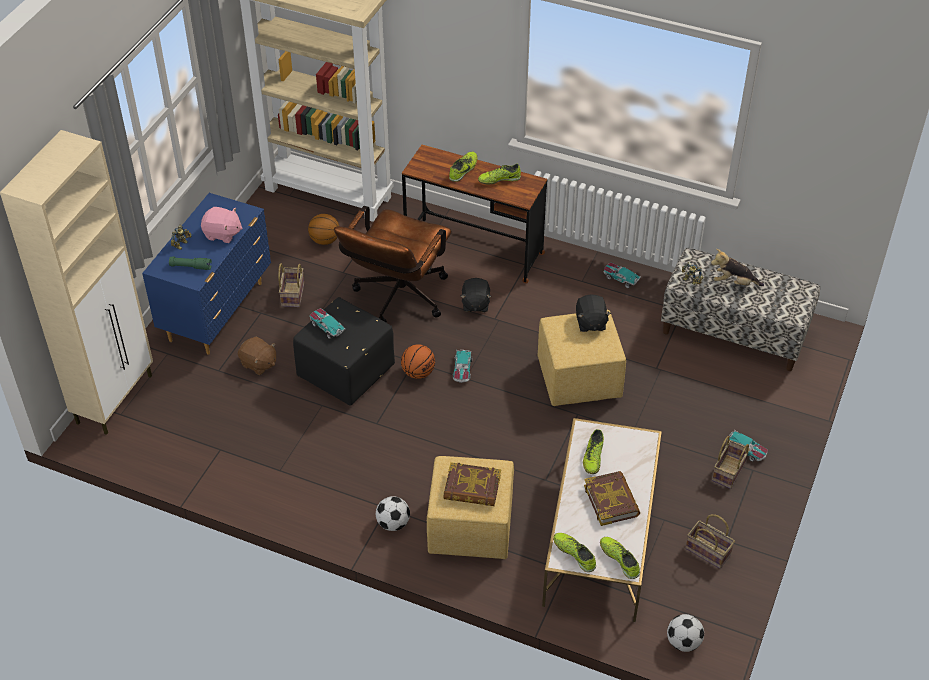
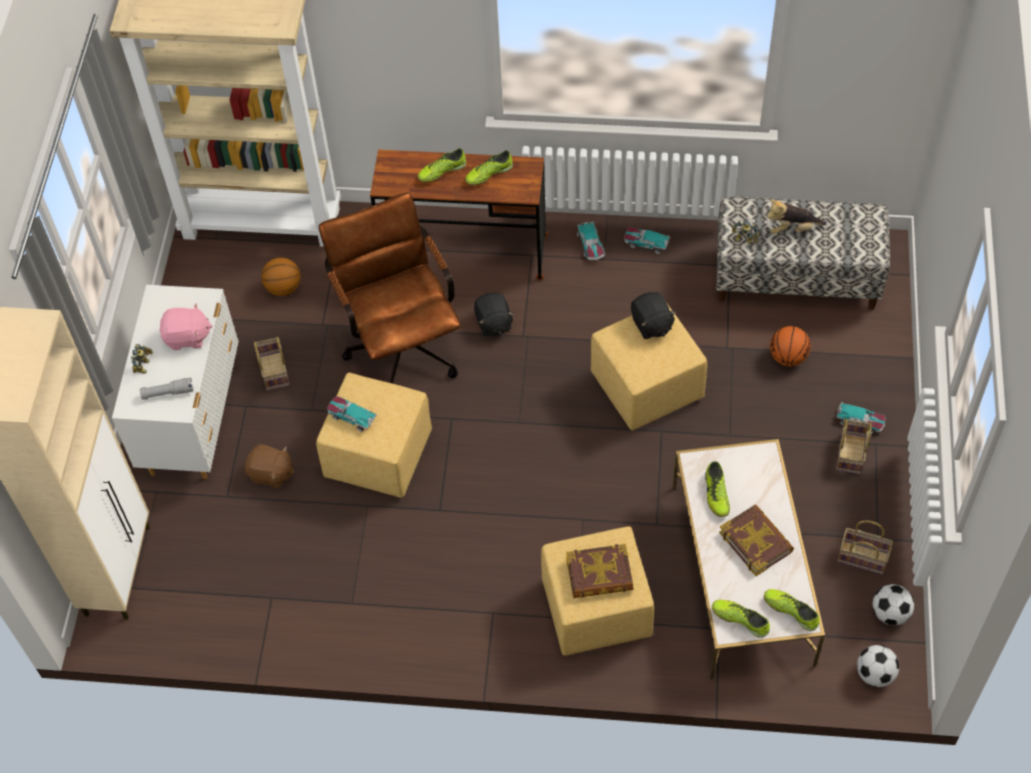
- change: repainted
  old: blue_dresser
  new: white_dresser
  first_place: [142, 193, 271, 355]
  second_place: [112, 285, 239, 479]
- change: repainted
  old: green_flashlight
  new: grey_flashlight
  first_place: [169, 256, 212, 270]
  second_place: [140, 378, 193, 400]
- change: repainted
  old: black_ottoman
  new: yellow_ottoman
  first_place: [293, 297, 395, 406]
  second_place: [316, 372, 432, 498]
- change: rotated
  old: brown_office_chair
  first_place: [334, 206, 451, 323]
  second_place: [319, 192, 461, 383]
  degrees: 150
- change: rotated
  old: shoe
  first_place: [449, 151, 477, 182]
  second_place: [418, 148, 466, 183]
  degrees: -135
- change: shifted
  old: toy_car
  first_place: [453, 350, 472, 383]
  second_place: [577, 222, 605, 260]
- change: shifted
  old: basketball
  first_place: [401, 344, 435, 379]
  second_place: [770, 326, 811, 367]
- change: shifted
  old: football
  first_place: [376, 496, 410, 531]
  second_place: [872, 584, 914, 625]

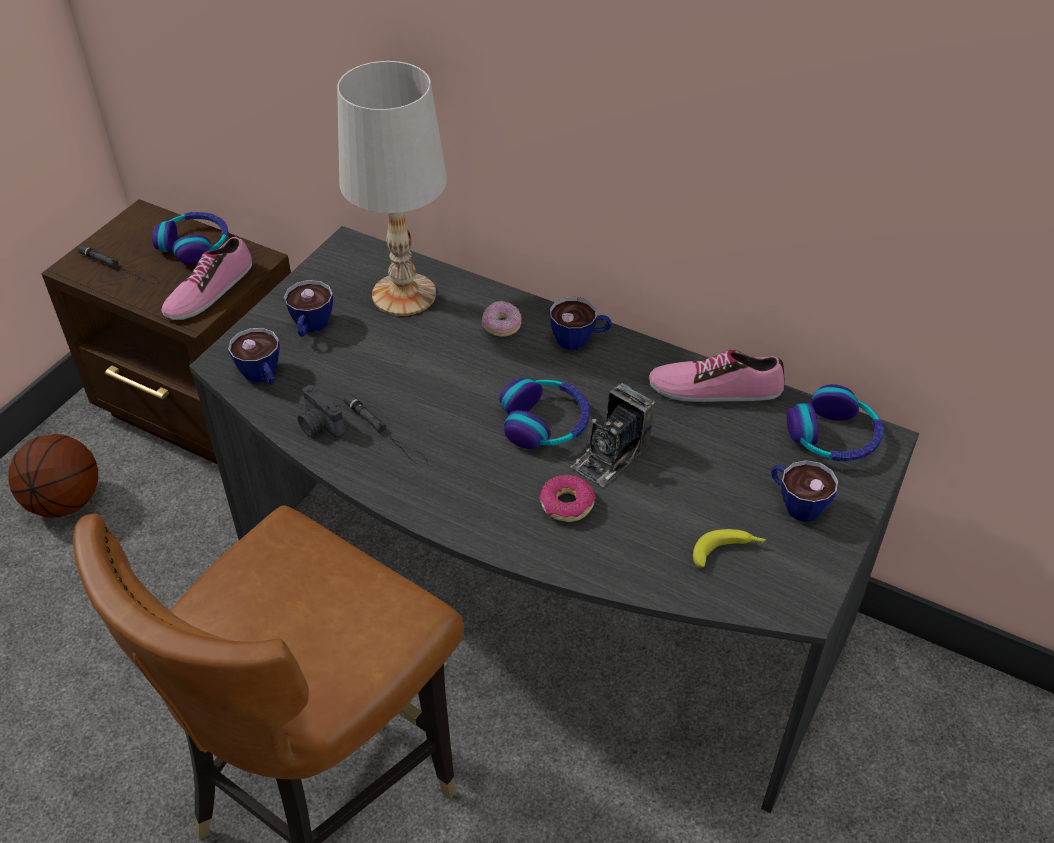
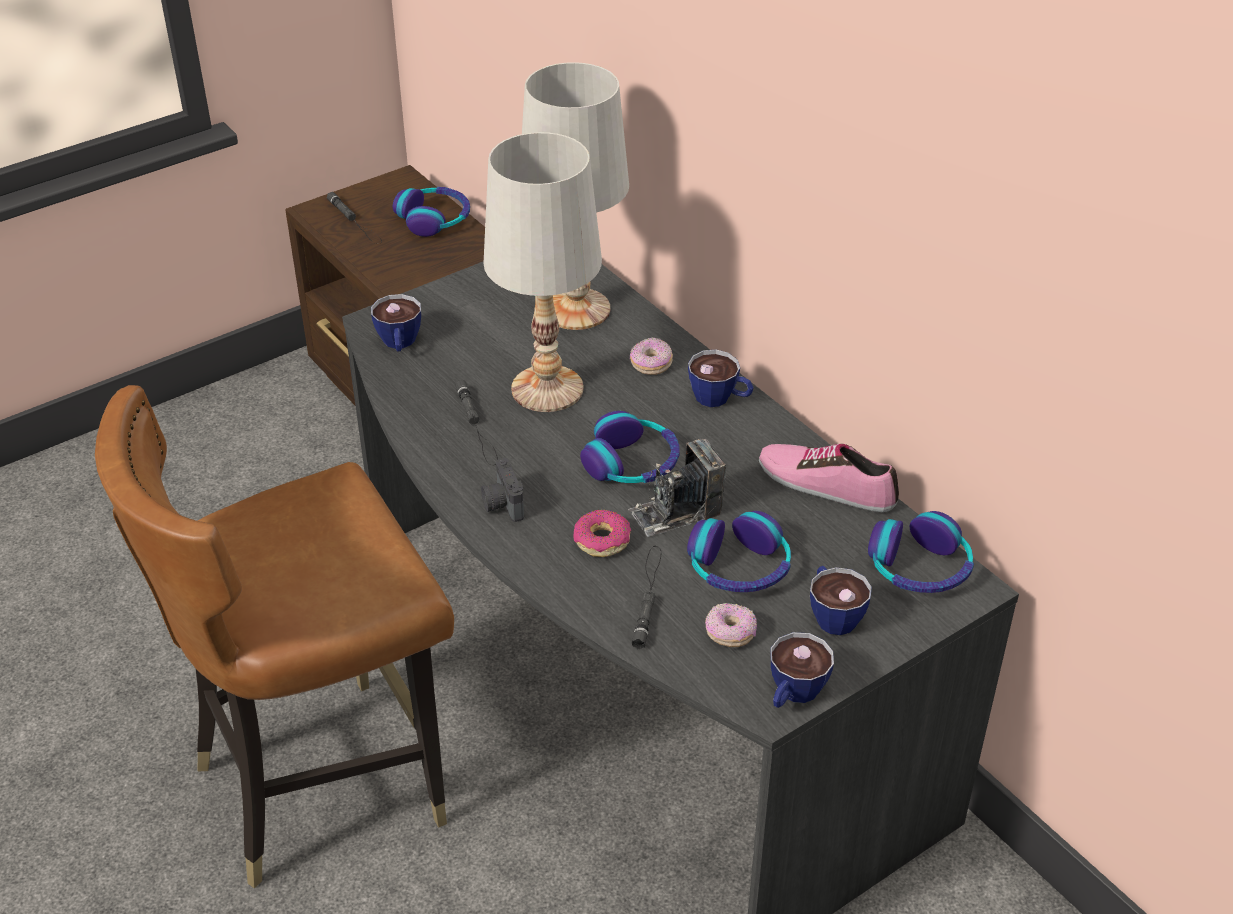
- change: shifted
  old: photo_camera
  first_place: [297, 385, 345, 438]
  second_place: [481, 458, 524, 522]
- change: new
  new: white_table_lamp
  second_place: [484, 132, 602, 412]
- change: new
  new: black_flashlight
  second_place: [632, 546, 661, 649]
- change: new
  new: headphones
  second_place: [687, 511, 791, 592]
- change: swapped
  old: banana
  new: donut
  first_place: [693, 529, 766, 568]
  second_place: [705, 603, 757, 647]
- change: shifted
  old: cup
  first_place: [284, 280, 333, 337]
  second_place: [771, 632, 834, 708]
- change: gone
  old: basketball
  first_place: [8, 434, 98, 518]
- change: gone
  old: shoe
  first_place: [162, 236, 252, 320]

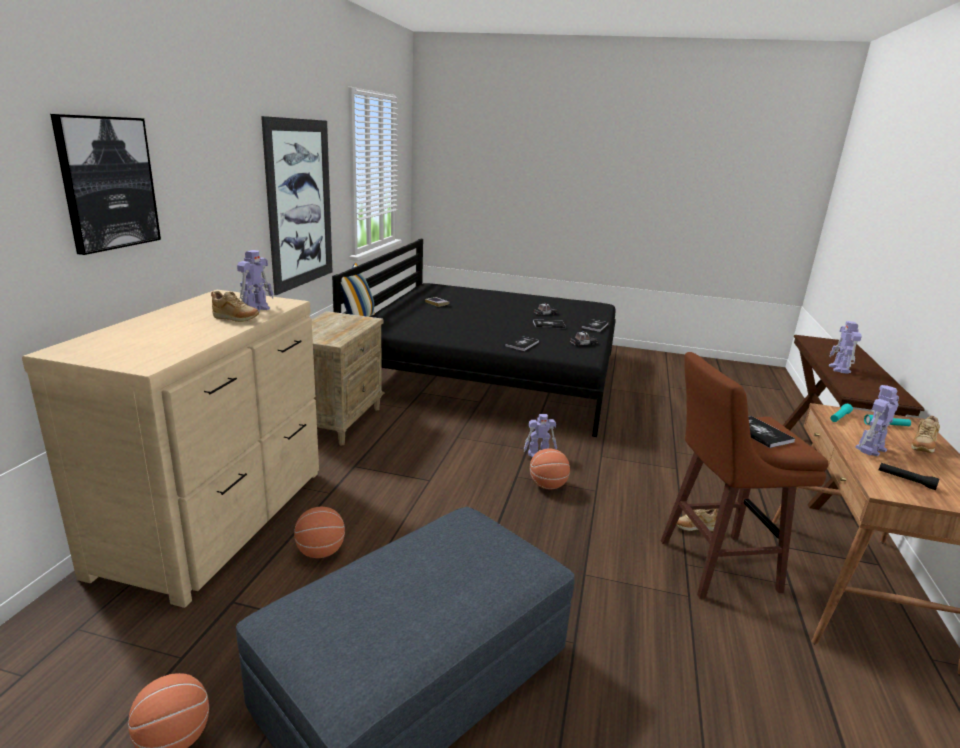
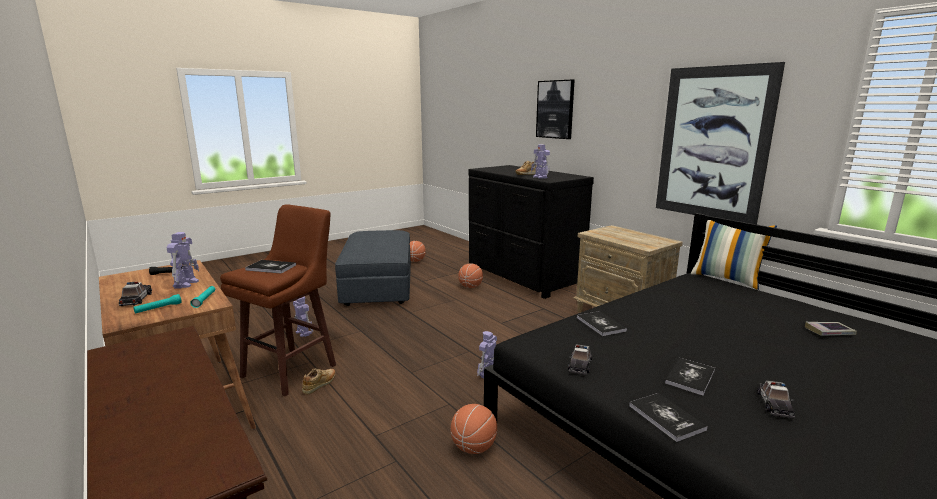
- change: swapped
  old: beige_shoe
  new: toy_car
  first_place: [911, 416, 940, 453]
  second_place: [119, 282, 152, 306]
- change: shifted
  old: toy_robot
  first_place: [829, 321, 862, 374]
  second_place: [293, 296, 313, 337]
- change: shifted
  old: basketball
  first_place: [530, 448, 570, 489]
  second_place: [451, 404, 497, 454]
- change: repainted
  old: beige_dresser
  new: black_dresser
  first_place: [22, 290, 319, 608]
  second_place: [469, 165, 594, 299]

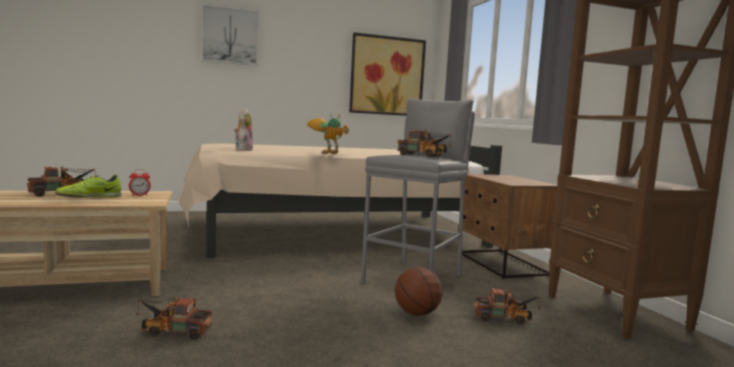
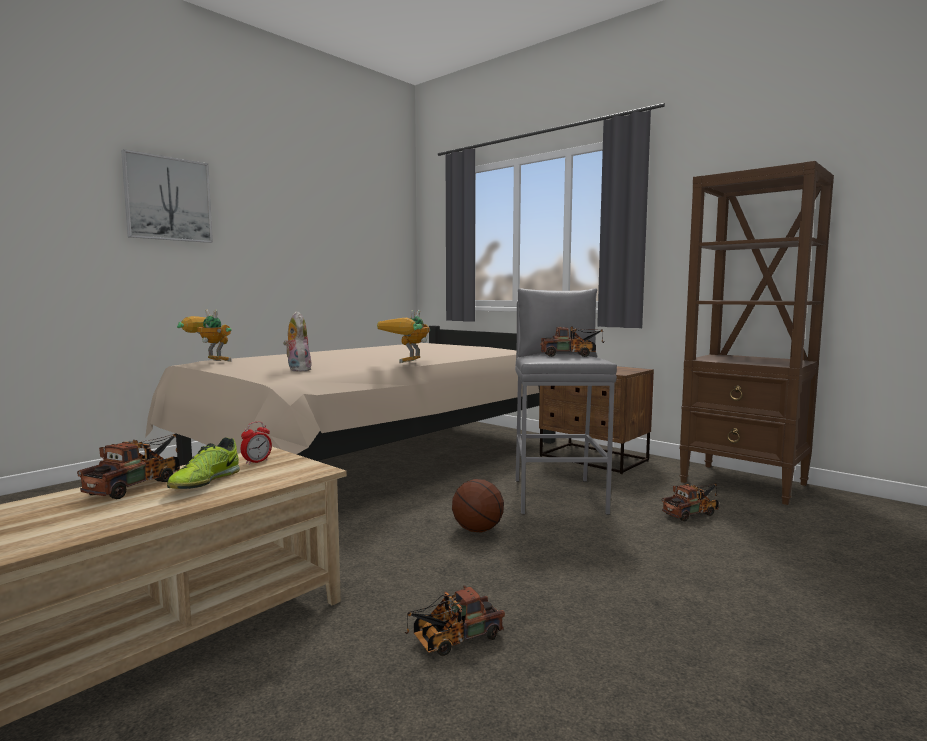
- change: new
  new: toy_robot
  second_place: [177, 309, 232, 362]
- change: shifted
  old: basketball
  first_place: [395, 267, 443, 316]
  second_place: [452, 479, 504, 533]
- change: gone
  old: picture
  first_place: [349, 32, 426, 116]

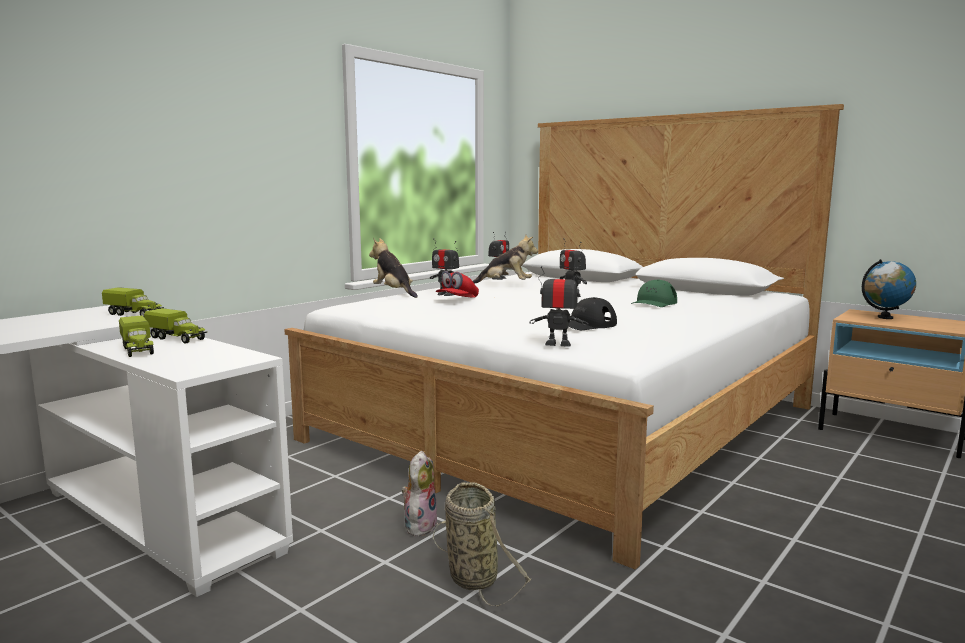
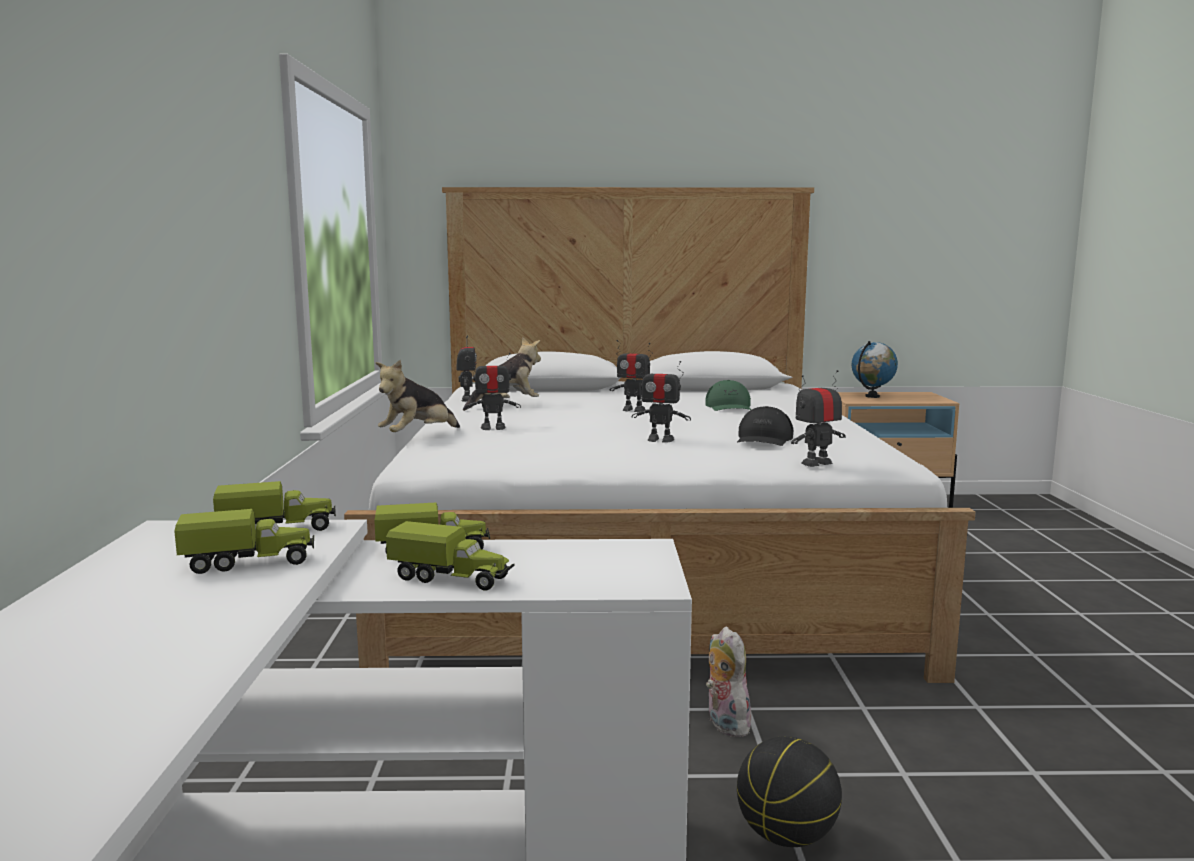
- change: new
  new: toy_truck
  second_place: [174, 509, 314, 574]
- change: rotated
  old: plush_toy
  first_place: [369, 238, 418, 298]
  second_place: [376, 360, 460, 432]
  degrees: -60
- change: new
  new: toy_robot
  second_place: [632, 358, 691, 443]
- change: new
  new: basketball
  second_place: [737, 736, 842, 847]
- change: gone
  old: basket
  first_place: [433, 482, 531, 607]
- change: gone
  old: red_cap
  first_place: [436, 271, 479, 297]

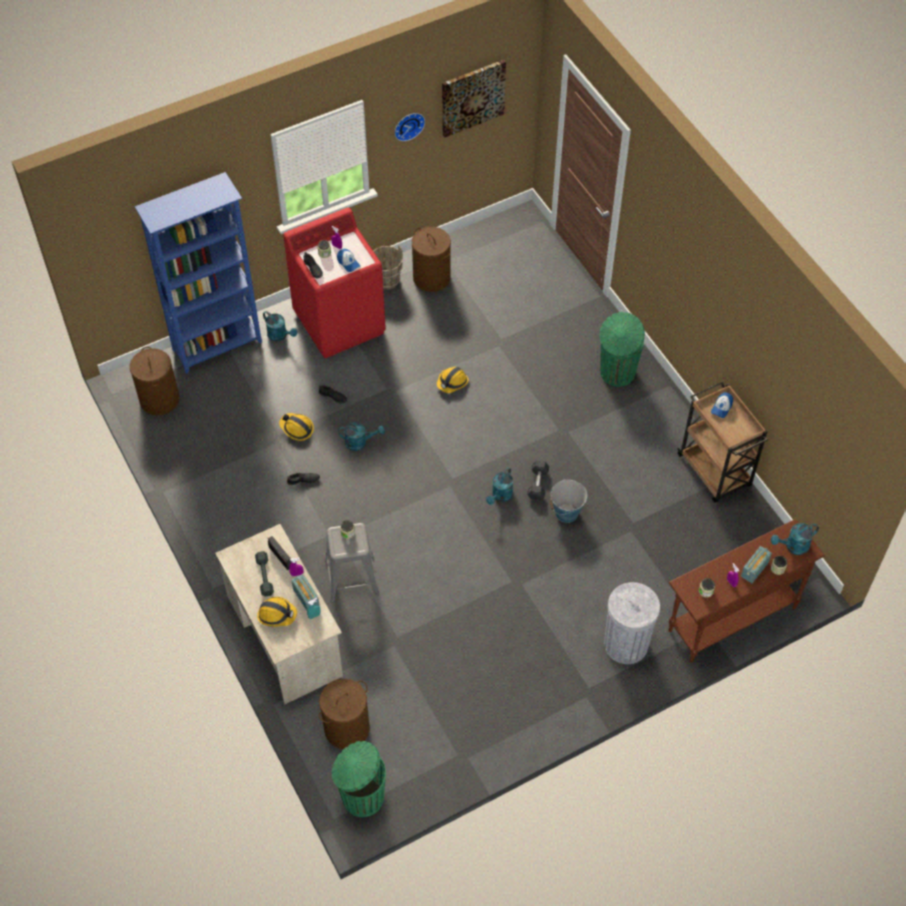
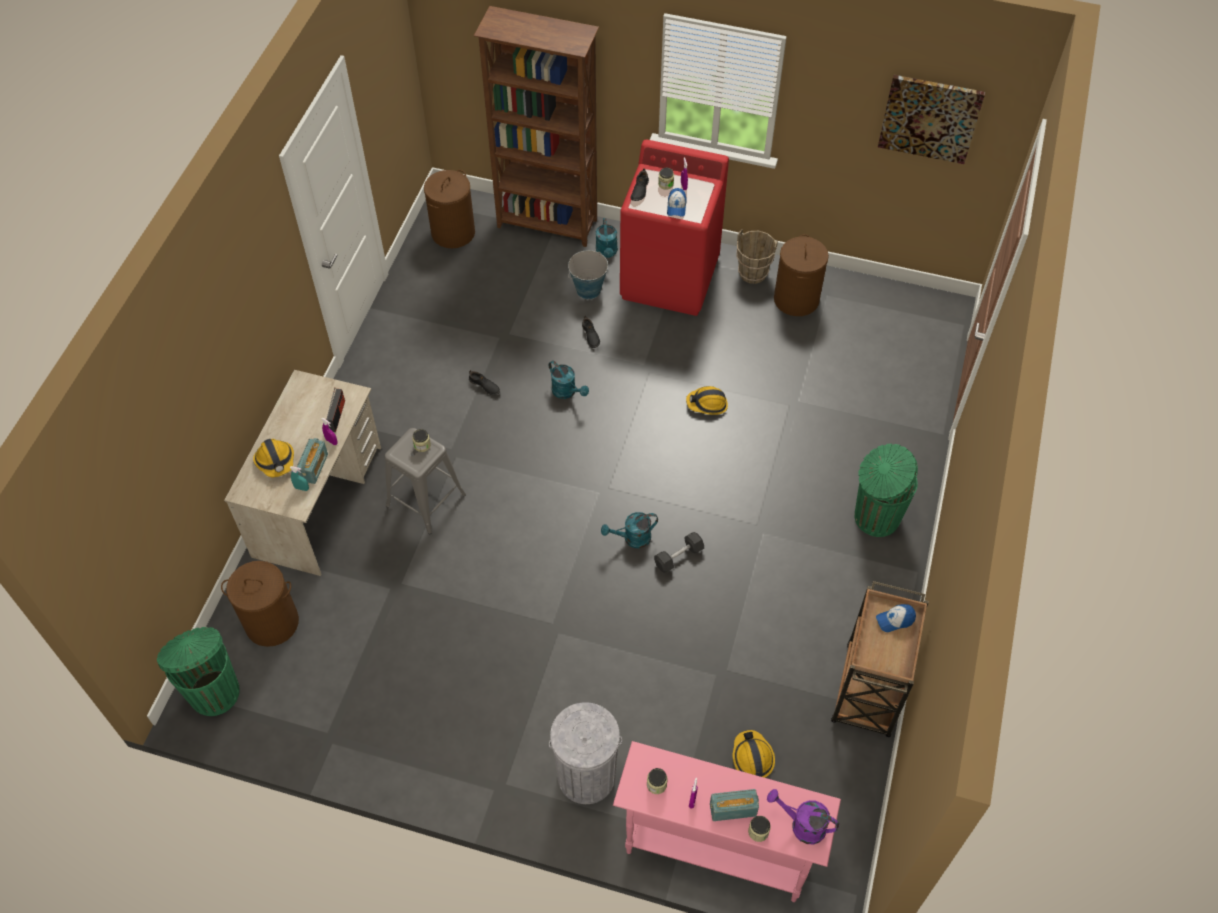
- change: repainted
  old: blue_bookcase
  new: brown_bookcase
  first_place: [135, 172, 262, 374]
  second_place: [474, 6, 599, 247]
- change: shifted
  old: bucket
  first_place: [550, 479, 587, 523]
  second_place: [568, 250, 608, 299]
- change: repainted
  old: brown_console_table
  new: pink_console_table
  first_place: [668, 519, 825, 663]
  second_place: [613, 741, 841, 902]
- change: shifted
  old: hard_hat
  first_place: [279, 413, 314, 441]
  second_place: [733, 730, 775, 778]
- change: repainted
  old: turquoise_watering_can
  new: purple_watering_can
  first_place: [771, 523, 819, 555]
  second_place: [767, 789, 839, 845]
- change: gone
  old: grey_dumbbell
  first_place: [255, 551, 274, 597]
- change: gone
  old: wall_clock
  first_place: [395, 113, 425, 141]

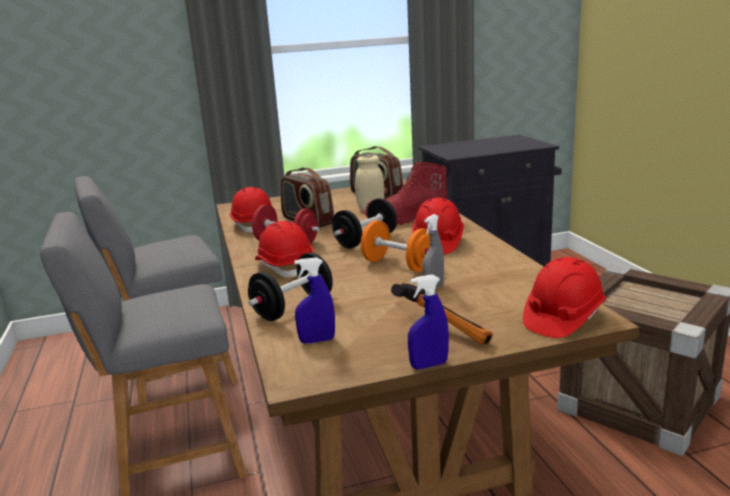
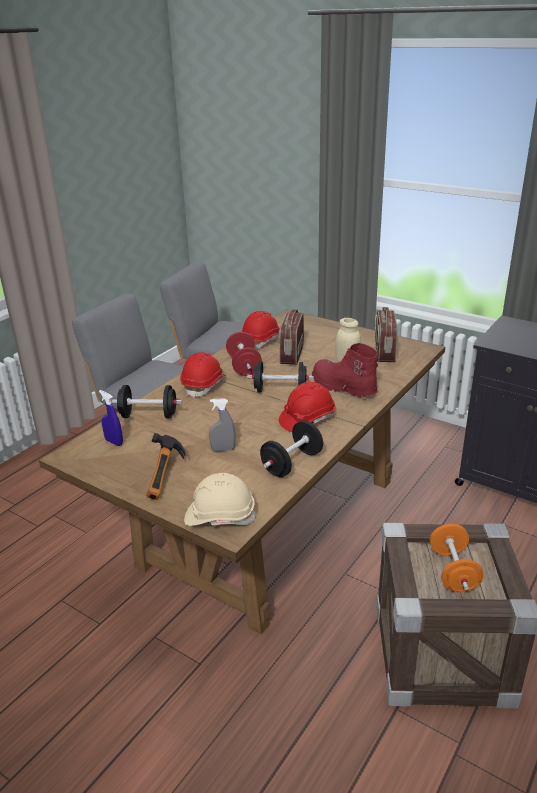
- change: repainted
  old: red_hard_hat
  new: beige_hard_hat
  first_place: [523, 257, 606, 338]
  second_place: [184, 473, 257, 526]
- change: new
  new: black_dumbbell
  second_place: [260, 420, 323, 477]
- change: shifted
  old: orange_dumbbell
  first_place: [361, 220, 430, 272]
  second_place: [430, 524, 484, 592]
- change: gone
  old: blue_spray_bottle
  first_place: [408, 274, 449, 369]

